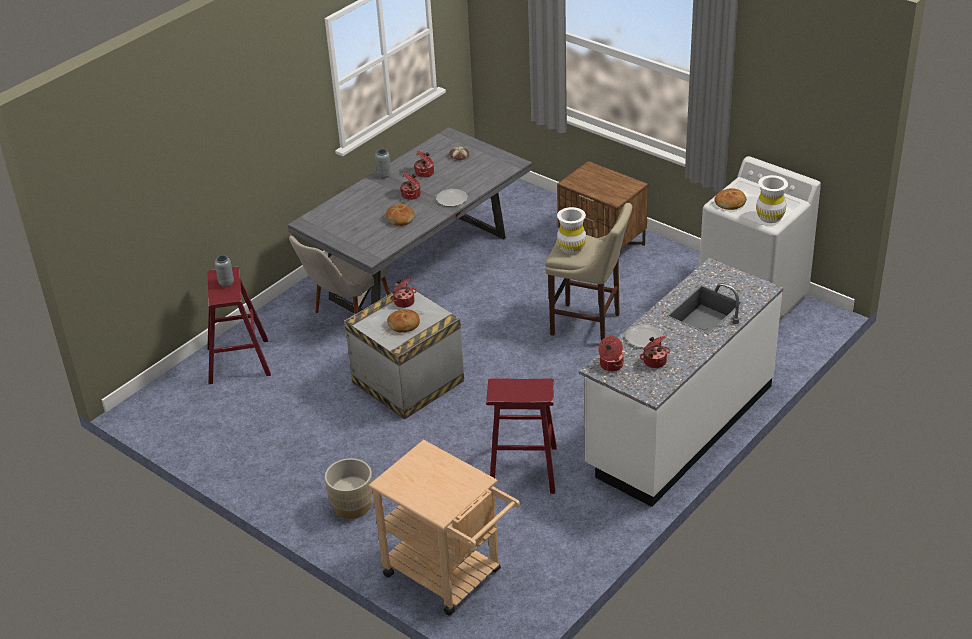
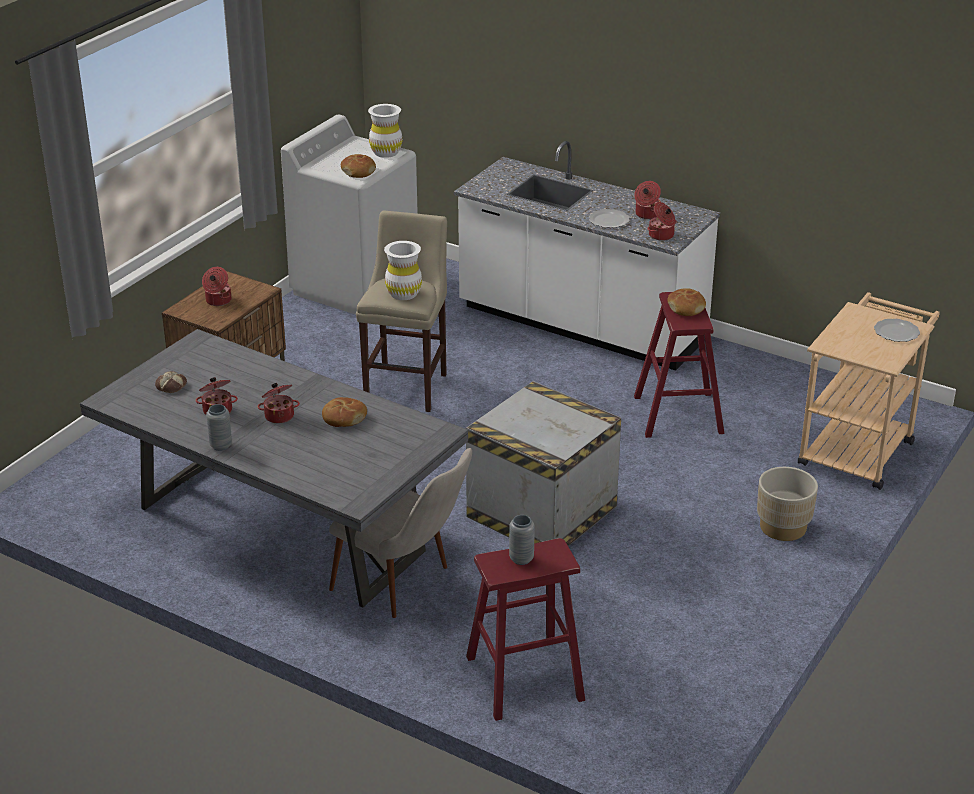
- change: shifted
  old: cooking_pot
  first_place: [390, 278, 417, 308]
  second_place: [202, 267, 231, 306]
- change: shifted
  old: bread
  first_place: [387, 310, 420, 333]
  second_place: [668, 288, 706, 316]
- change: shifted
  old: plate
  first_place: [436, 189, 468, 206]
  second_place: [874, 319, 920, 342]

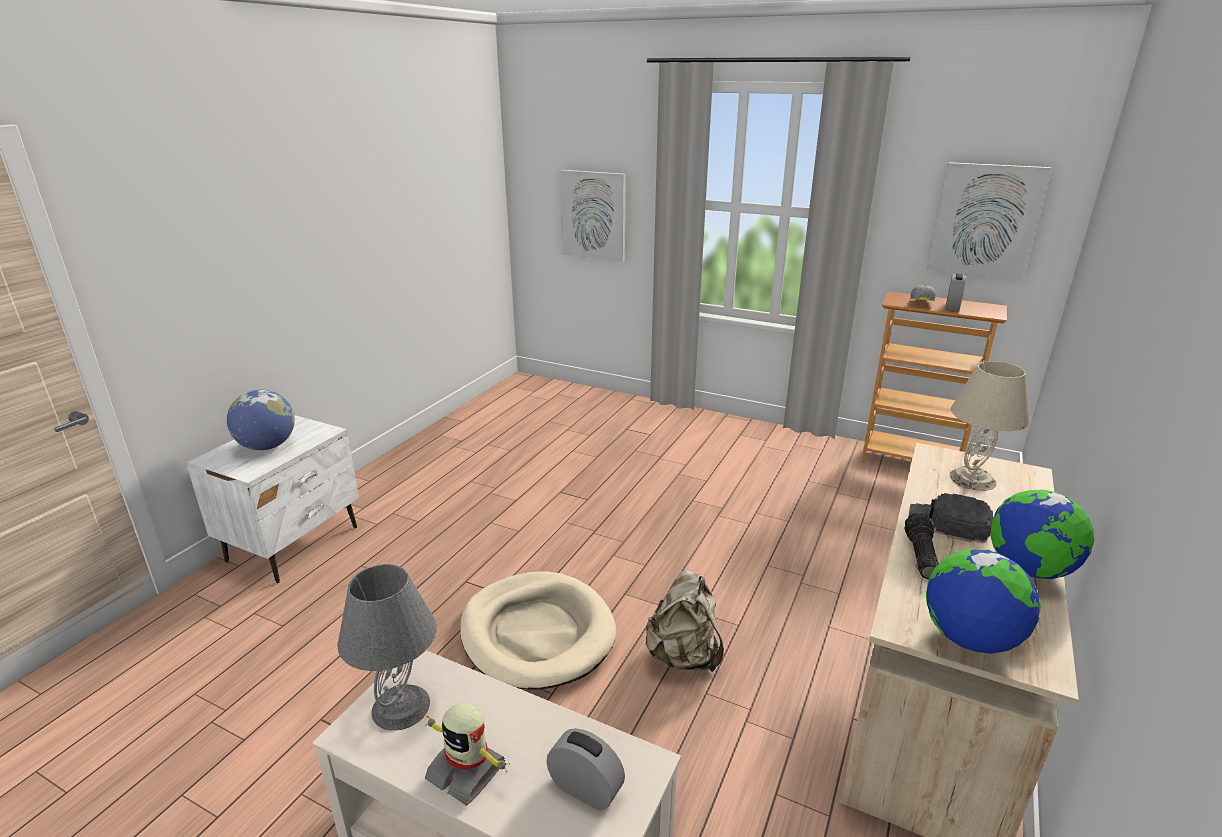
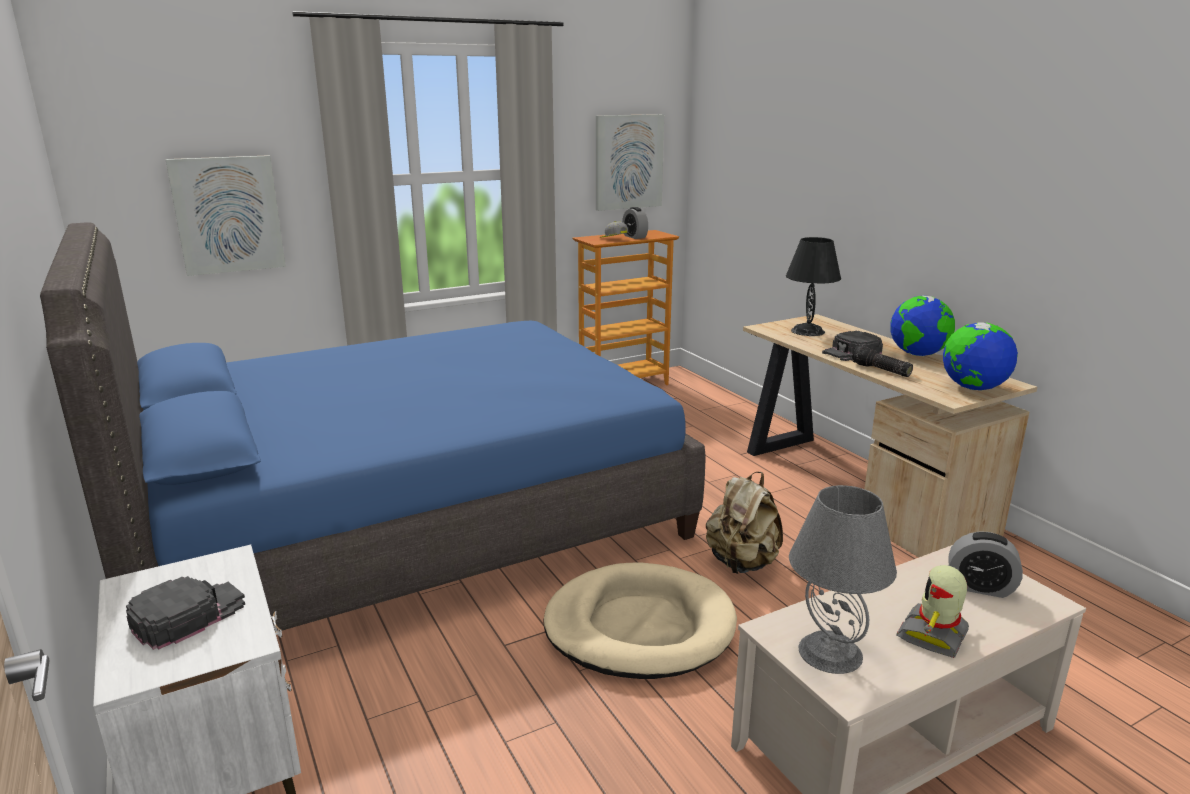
- change: new
  new: blue_bed
  second_place: [40, 222, 705, 631]
- change: swapped
  old: globe
  new: black_cap
  first_place: [227, 390, 295, 450]
  second_place: [126, 576, 245, 650]
- change: repainted
  old: beige_table_lamp
  new: black_table_lamp
  first_place: [950, 361, 1030, 491]
  second_place: [786, 237, 841, 336]
- change: rotated
  old: toy_robot
  first_place: [424, 703, 510, 806]
  second_place: [896, 565, 969, 658]
  degrees: 150
- change: rotated
  old: alarm_clock
  first_place: [546, 728, 625, 810]
  second_place: [949, 531, 1023, 598]
  degrees: -135

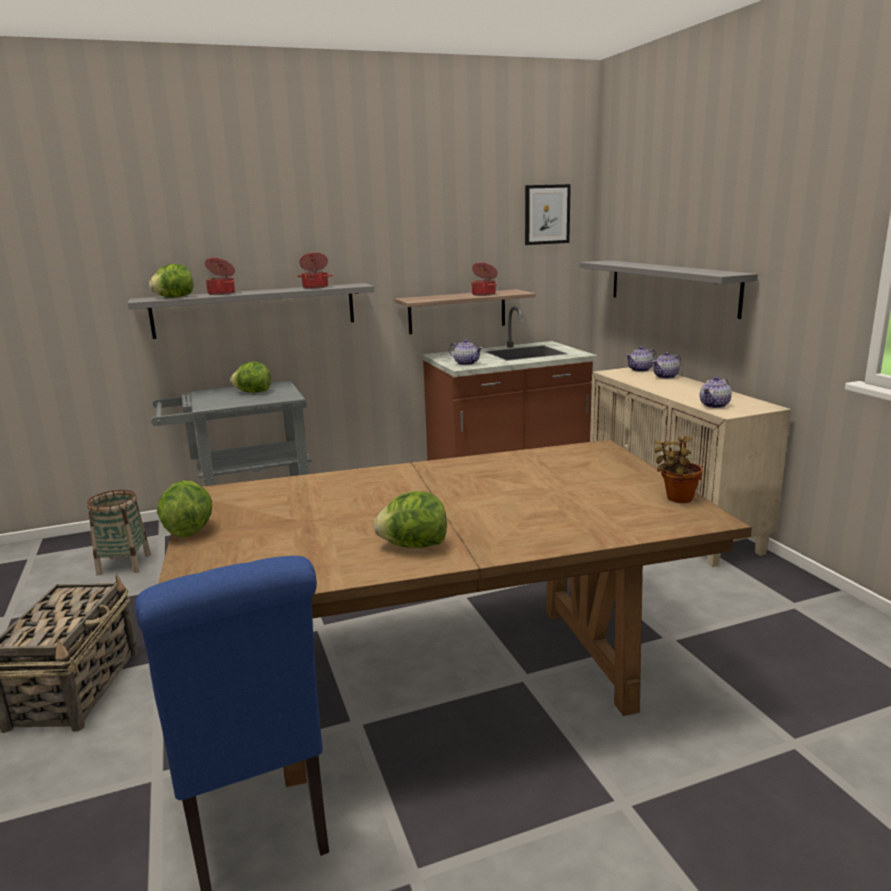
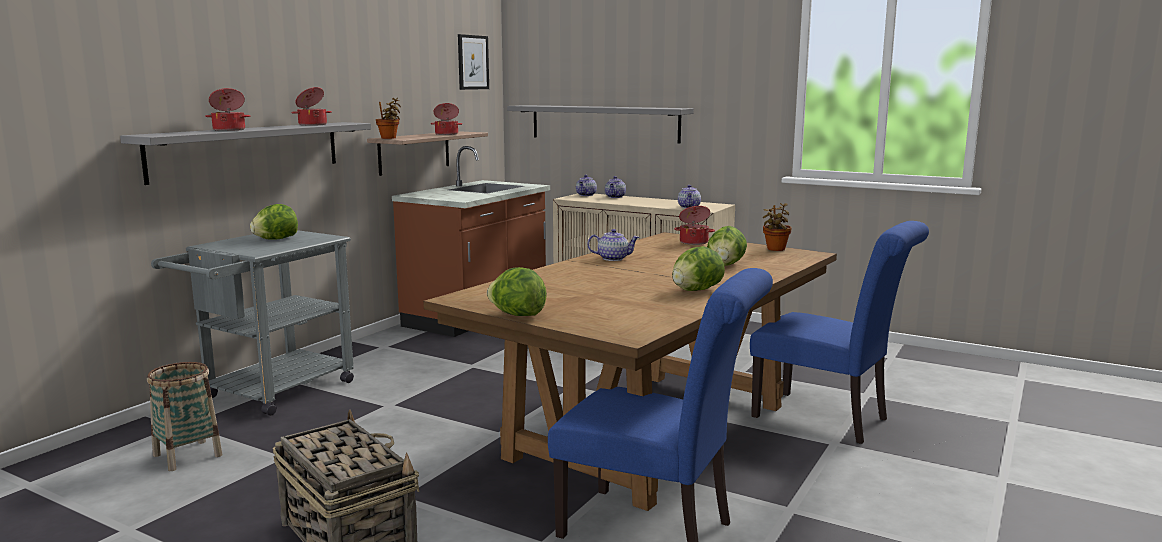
- change: new
  new: potted_plant
  second_place: [376, 98, 401, 139]
- change: shifted
  old: teapot
  first_place: [449, 340, 483, 365]
  second_place: [587, 229, 639, 261]
- change: new
  new: cooking_pot
  second_place: [674, 206, 715, 245]
- change: shifted
  old: lettuce
  first_place: [149, 264, 193, 298]
  second_place: [707, 226, 747, 266]
- change: new
  new: blue_chair
  second_place: [750, 221, 929, 444]

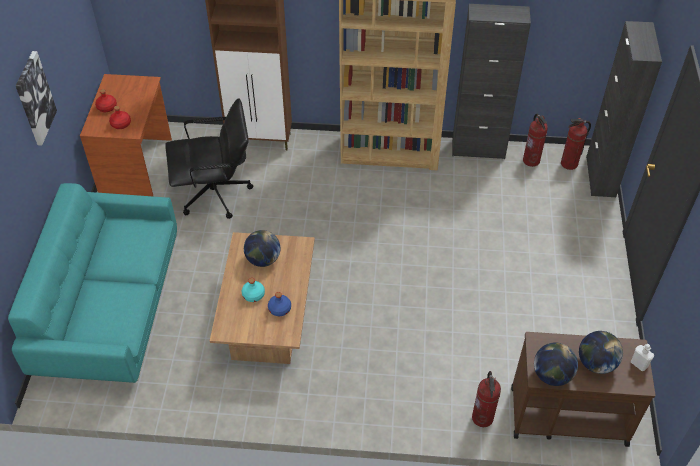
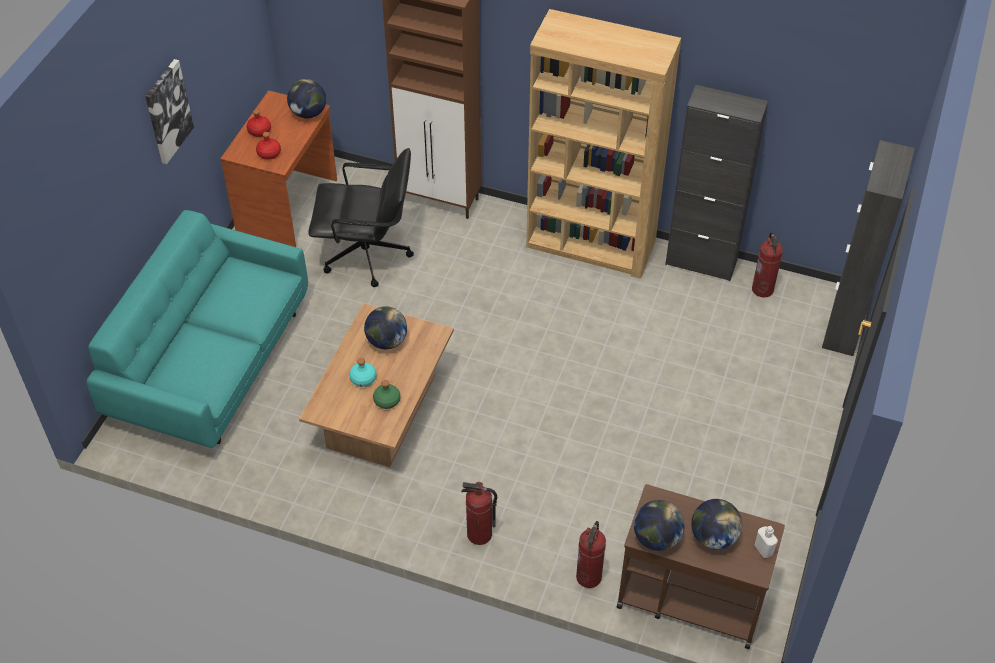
- change: new
  new: globe
  second_place: [287, 79, 326, 118]
- change: repainted
  old: blue_bottle
  new: green_bottle
  first_place: [268, 292, 291, 316]
  second_place: [373, 380, 400, 409]
- change: shifted
  old: fire_extinguisher
  first_place: [561, 118, 591, 170]
  second_place: [461, 482, 498, 545]

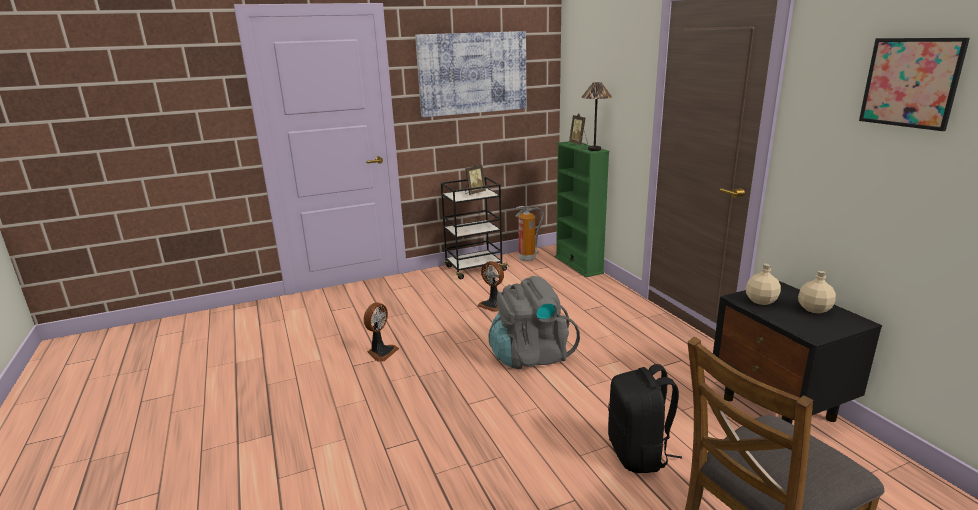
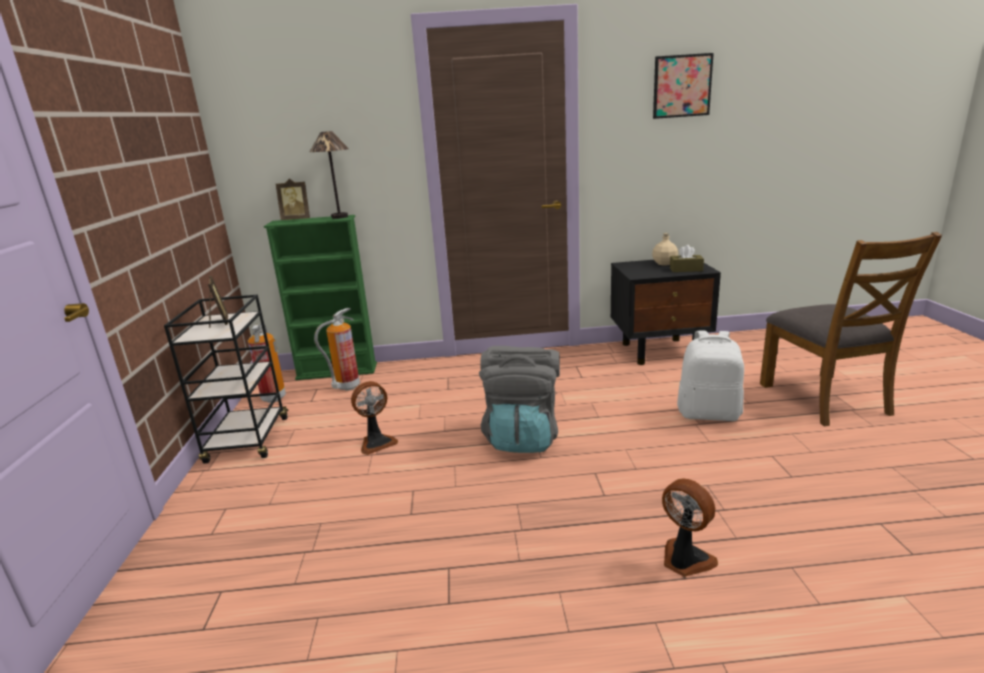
- change: new
  new: fire_extinguisher
  second_place: [314, 308, 360, 391]
- change: shifted
  old: fan
  first_place: [363, 303, 399, 362]
  second_place: [662, 478, 718, 577]
- change: new
  new: brown_tissue_box
  second_place: [670, 245, 704, 272]
- change: repainted
  old: black_backpack
  new: white_backpack
  first_place: [608, 364, 682, 473]
  second_place: [677, 330, 744, 421]
- change: gone
  old: picture
  first_place: [415, 31, 526, 117]
- change: gone
  old: beige_bottle
  first_place: [745, 264, 781, 305]

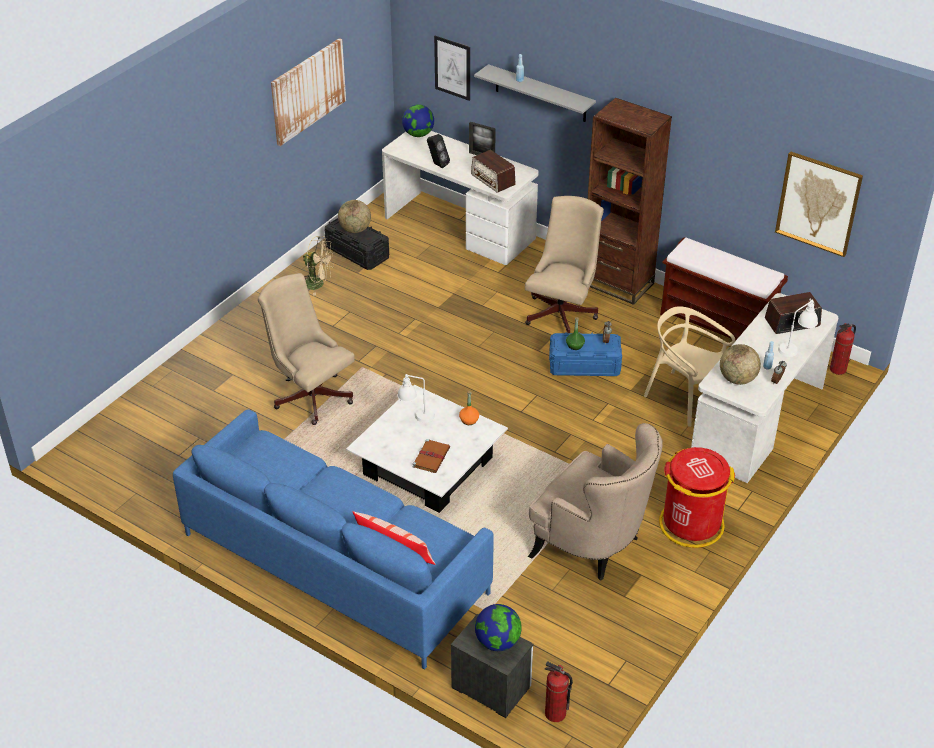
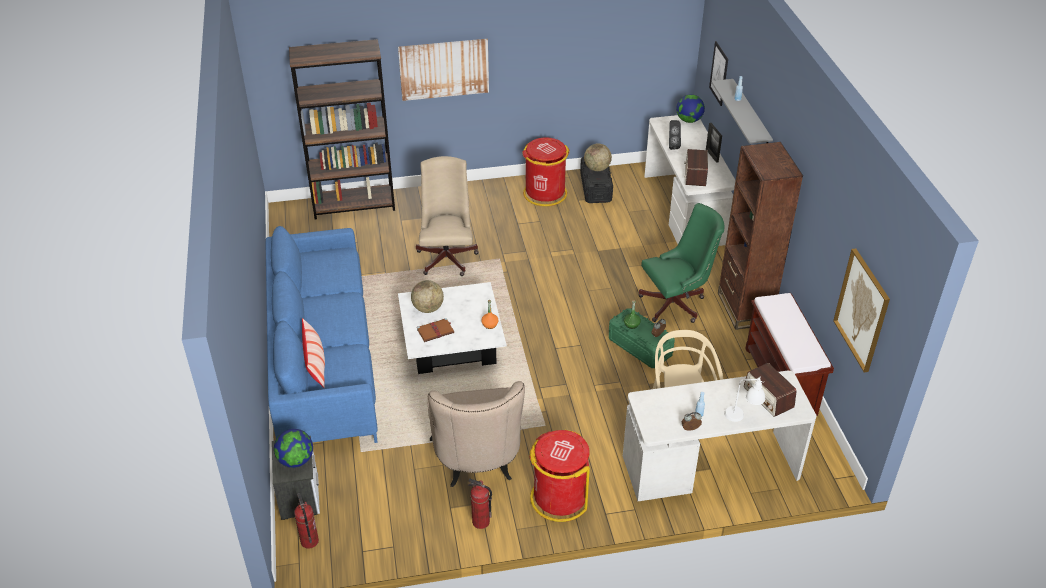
- change: new
  new: brown_bookcase
  second_place: [289, 39, 395, 219]
- change: shifted
  old: picture
  first_place: [271, 38, 346, 146]
  second_place: [398, 39, 489, 101]
- change: shifted
  old: globe
  first_place: [720, 344, 761, 385]
  second_place: [411, 280, 444, 313]
- change: shifted
  old: fire_extinguisher
  first_place: [830, 323, 856, 375]
  second_place: [468, 478, 492, 529]
- change: swapped
  old: beige_fan
  new: red_trash_can
  first_place: [303, 236, 334, 296]
  second_place: [522, 137, 570, 206]
- change: repainted
  old: blue_storage_box
  new: green_storage_box
  first_place: [549, 332, 622, 376]
  second_place: [609, 308, 675, 368]
- change: repainted
  old: beige_office_chair
  new: green_office_chair
  first_place: [525, 196, 604, 334]
  second_place: [639, 203, 725, 323]
- change: rotated
  old: radio
  first_place: [765, 292, 822, 334]
  second_place: [744, 363, 797, 417]
  degrees: -150
- change: gone
  old: white_table_lamp
  first_place: [397, 374, 435, 423]

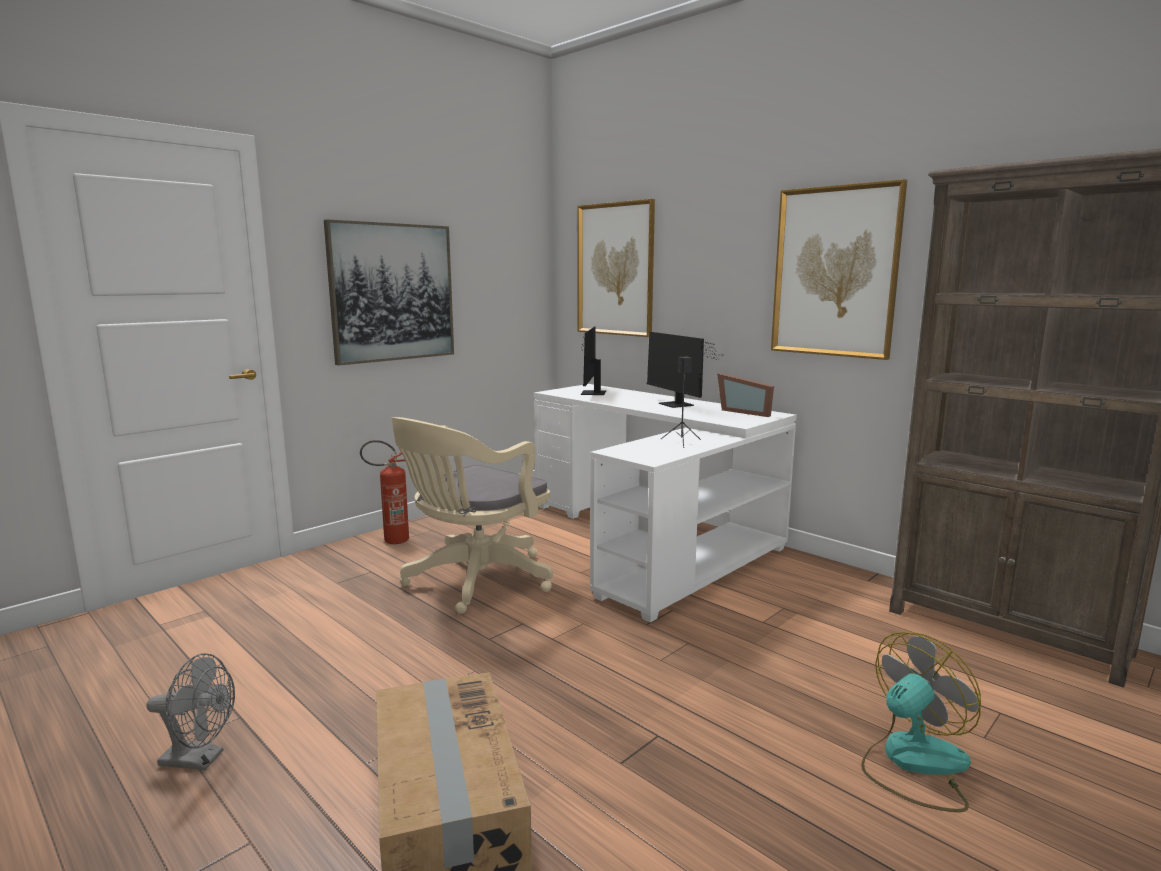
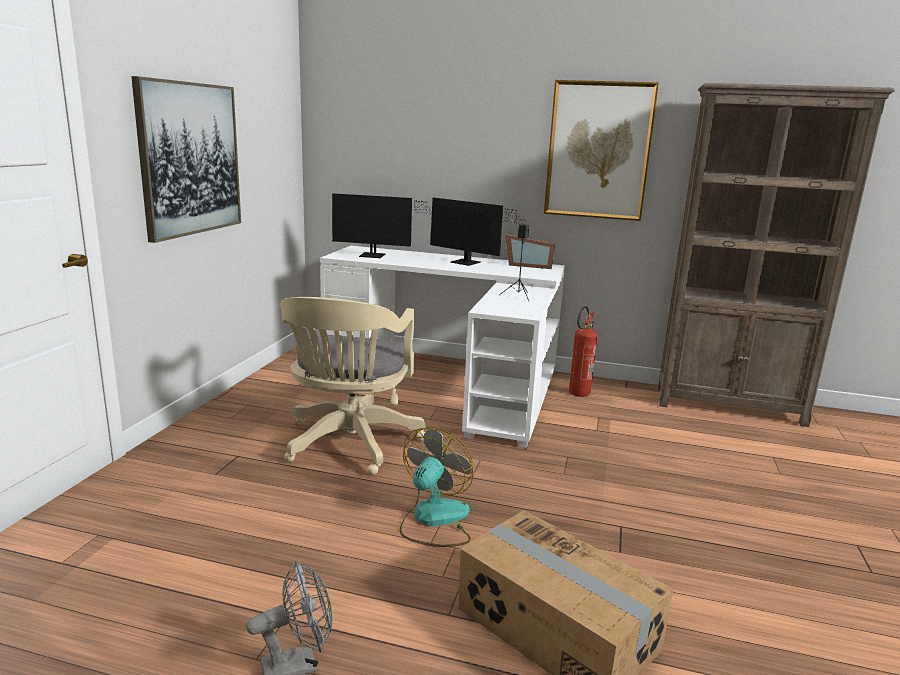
- change: rotated
  old: monitor
  first_place: [581, 326, 606, 395]
  second_place: [332, 193, 437, 258]
  degrees: -60
- change: shifted
  old: fan
  first_place: [861, 632, 981, 812]
  second_place: [400, 427, 474, 547]
- change: shifted
  old: fire_extinguisher
  first_place: [360, 440, 409, 544]
  second_place: [569, 306, 597, 397]
- change: gone
  old: picture
  first_place: [577, 199, 655, 337]

